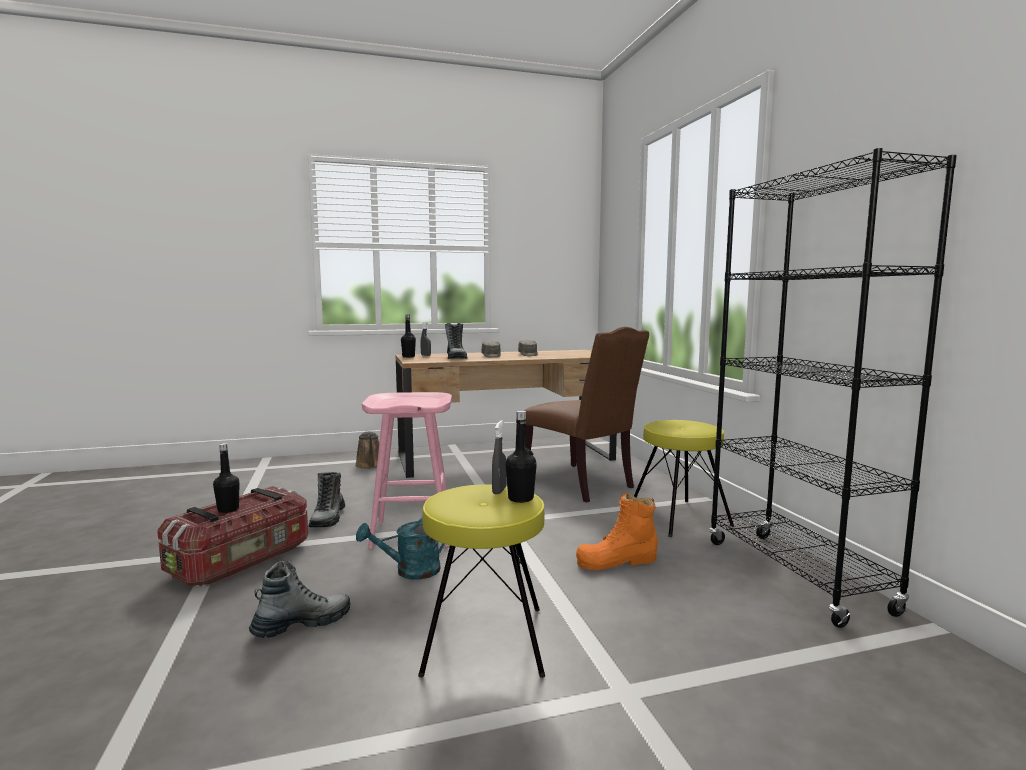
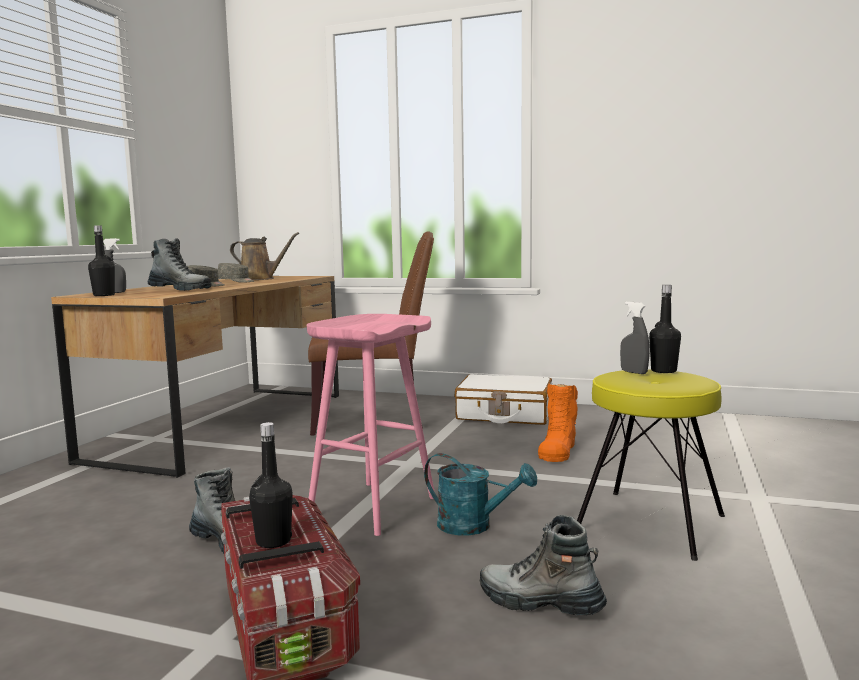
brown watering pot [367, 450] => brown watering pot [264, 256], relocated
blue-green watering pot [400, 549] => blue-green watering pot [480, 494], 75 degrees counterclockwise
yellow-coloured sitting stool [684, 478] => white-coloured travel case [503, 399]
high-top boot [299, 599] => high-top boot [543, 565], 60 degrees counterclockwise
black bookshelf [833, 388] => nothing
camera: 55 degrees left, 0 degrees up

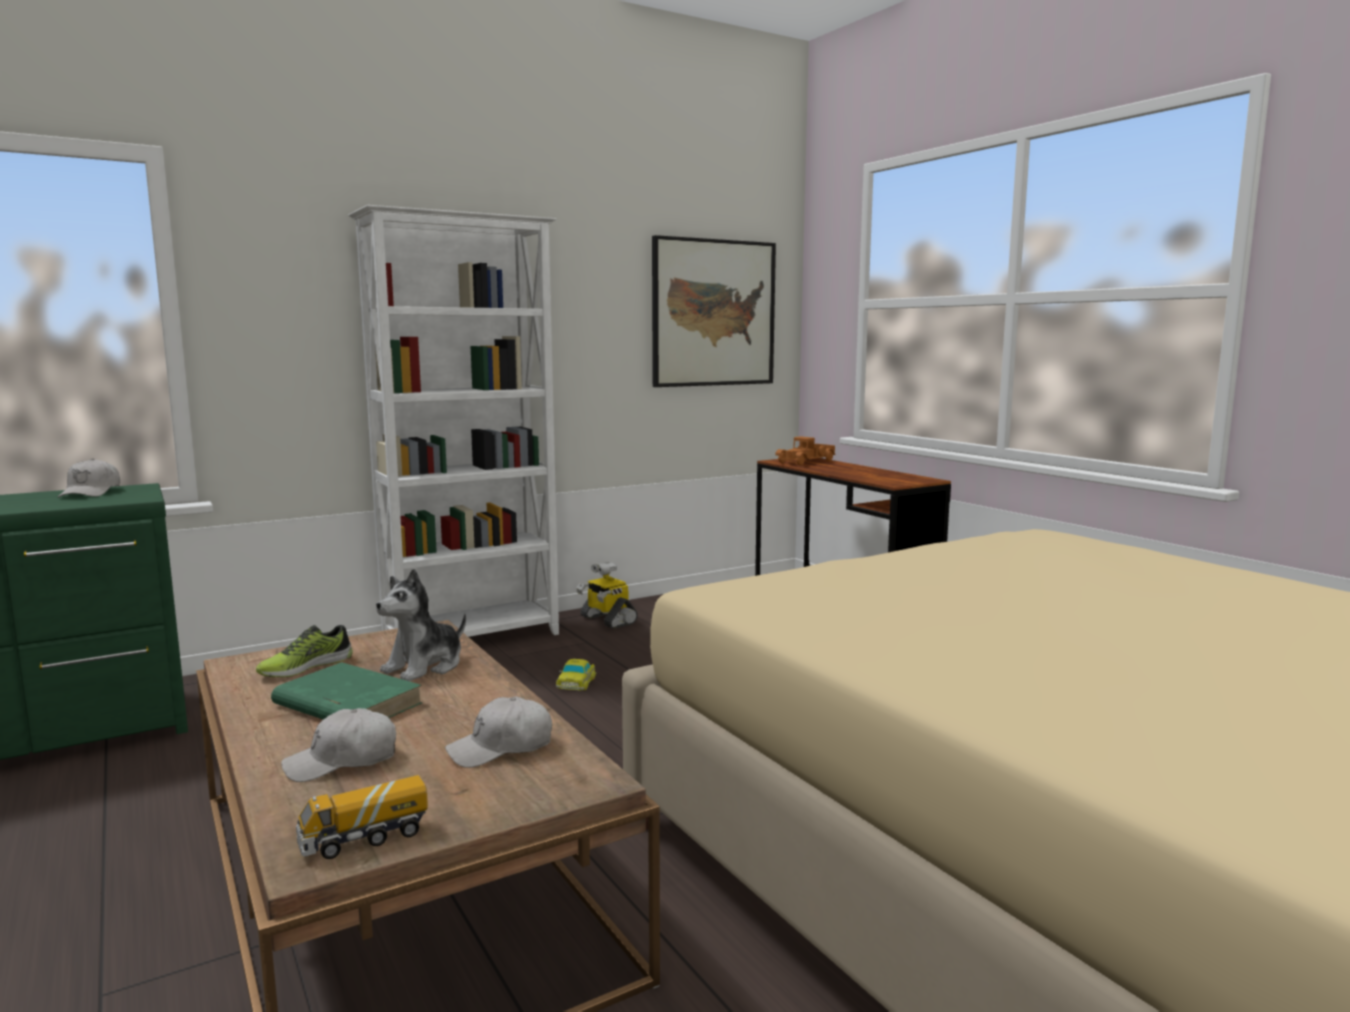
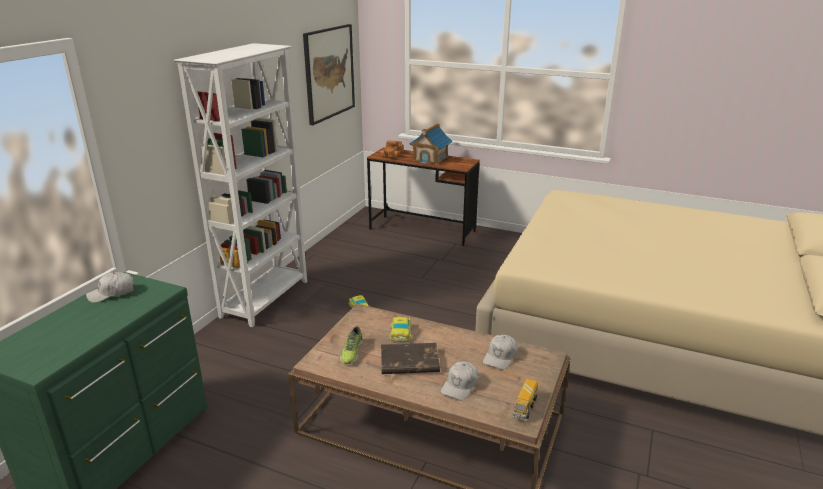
white-coloured cap [89, 478] => white-coloured cap [110, 287], 105 degrees clockwise
green-coloured book [347, 690] => brown book [410, 358]
soft toy [421, 625] => miniature car [400, 329]
nothing => model house [430, 144]
model robot [607, 595] => nothing
camera: 35 degrees left, 15 degrees up

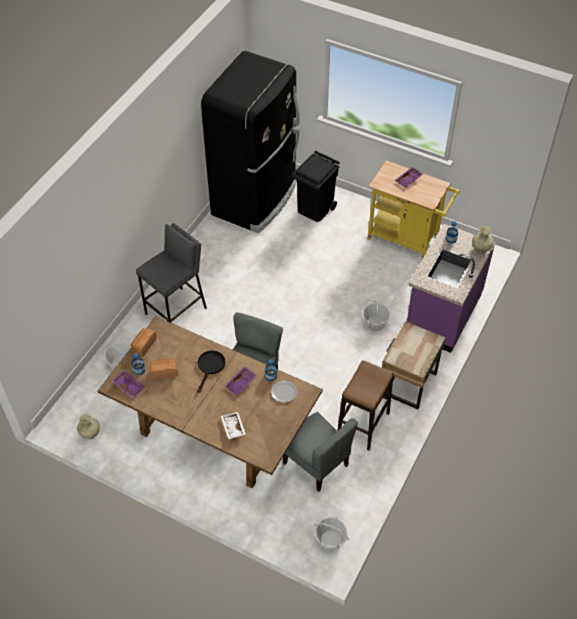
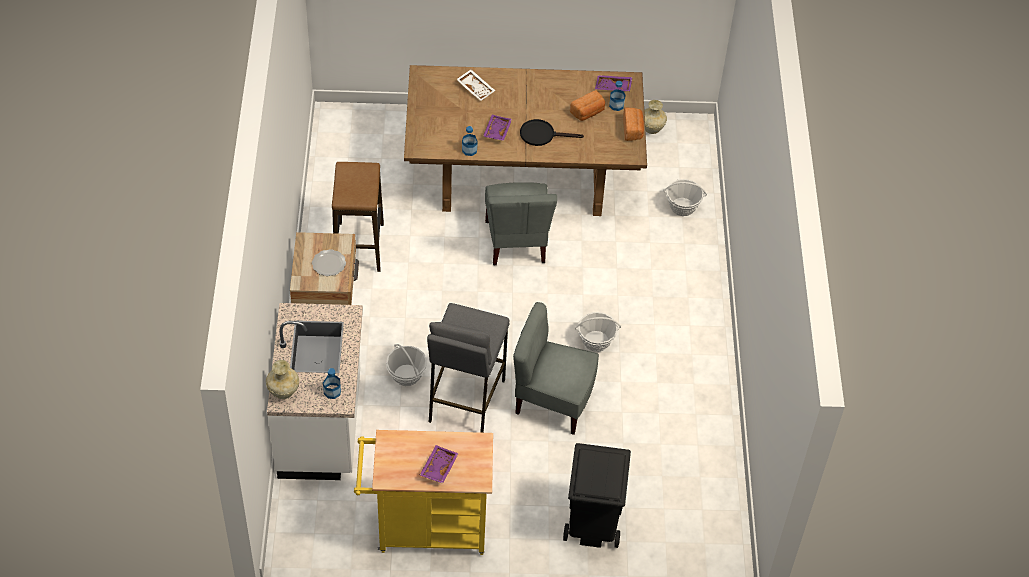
purple kitchen counter [451, 288] => white-coloured kitchen counter [315, 391]
dinner plate [284, 391] => dinner plate [329, 262], relocated
grey sitting stool [171, 273] => grey sitting stool [468, 368], relocated
grey plain chair [320, 452] => grey plain chair [556, 368], relocated
black skillet [211, 372] => black skillet [552, 132], 105 degrees clockwise
basket [331, 533] => basket [598, 332], relocated
black fridge [250, 142] => nothing
camera: 150 degrees right, 0 degrees up

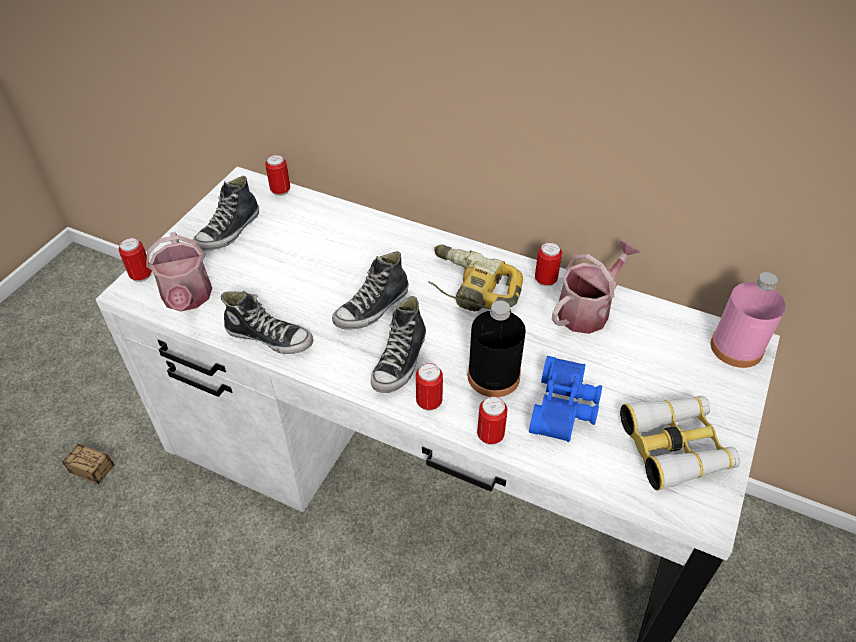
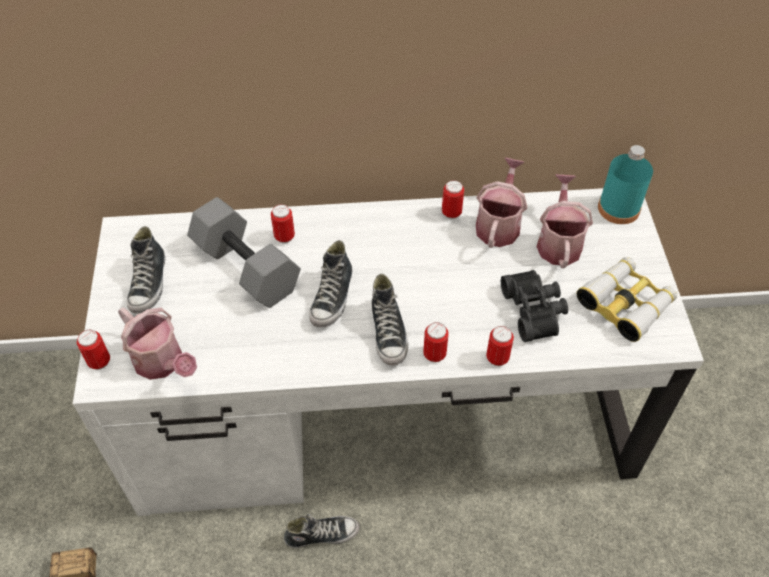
nothing => grey dumbbell [244, 252]
can [277, 175] => can [283, 223], relocated
item of footwear [267, 322] => item of footwear [322, 531], relocated
blue field glasses [565, 399] => black field glasses [534, 306]
nothing => watering pot [564, 221]
pink-coloured bottle [748, 320] => blue-green bottle [625, 184]
electric drill [475, 278] => nothing
black bottle [497, 348] => nothing
camera: 30 degrees left, 5 degrees up

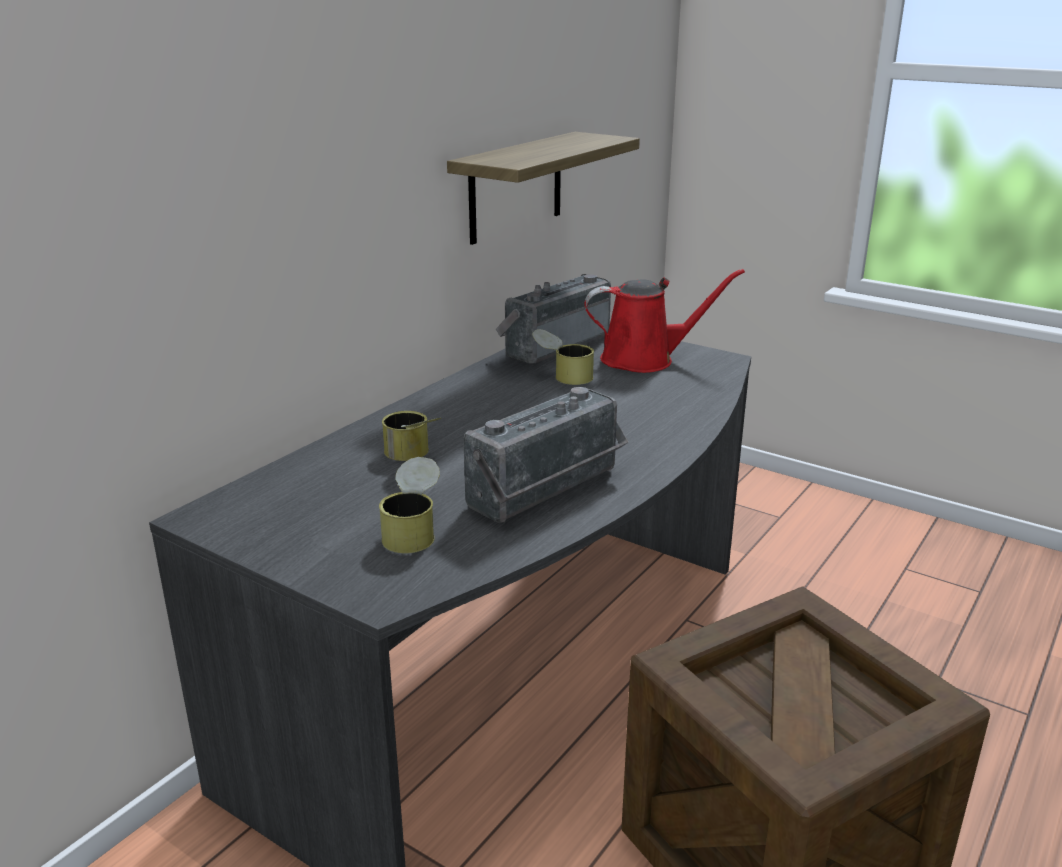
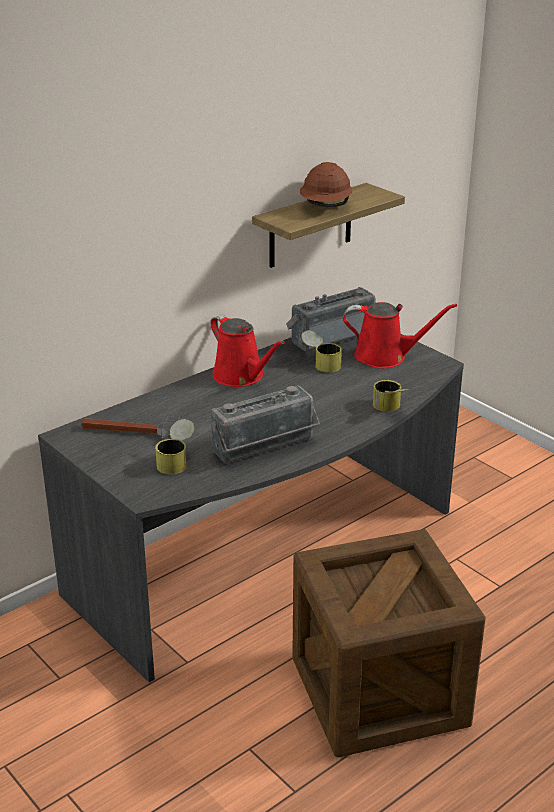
nothing => tool hammer [131, 429]
nothing => reddish watering pot [247, 350]
nothing => brown safety helmet [326, 184]
can [411, 436] => can [391, 396], relocated
camera: 15 degrees right, 5 degrees up

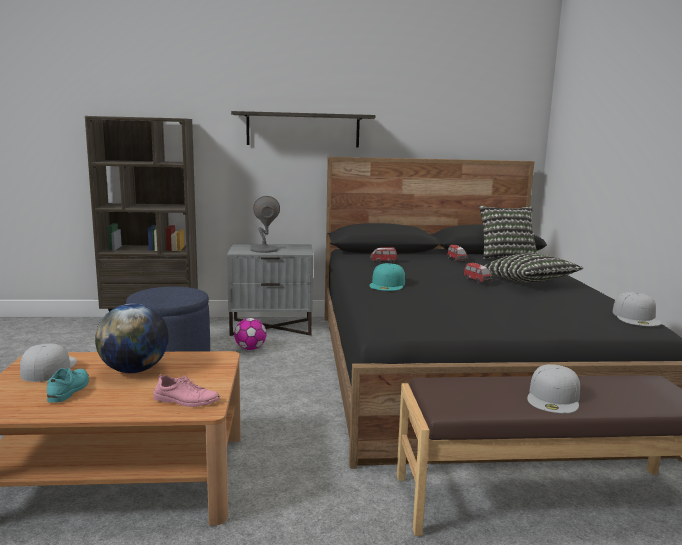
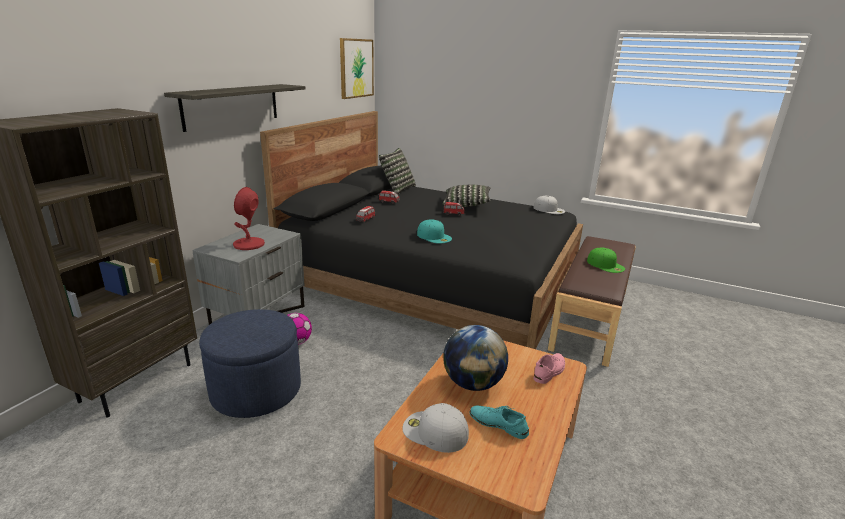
grey lamp for a table [265, 224] => reddish lamp for a table [249, 218]
nothing => picture [357, 68]
white-coloured cap [553, 389] => green-coloured cap [606, 260]
camera: 60 degrees left, 10 degrees up

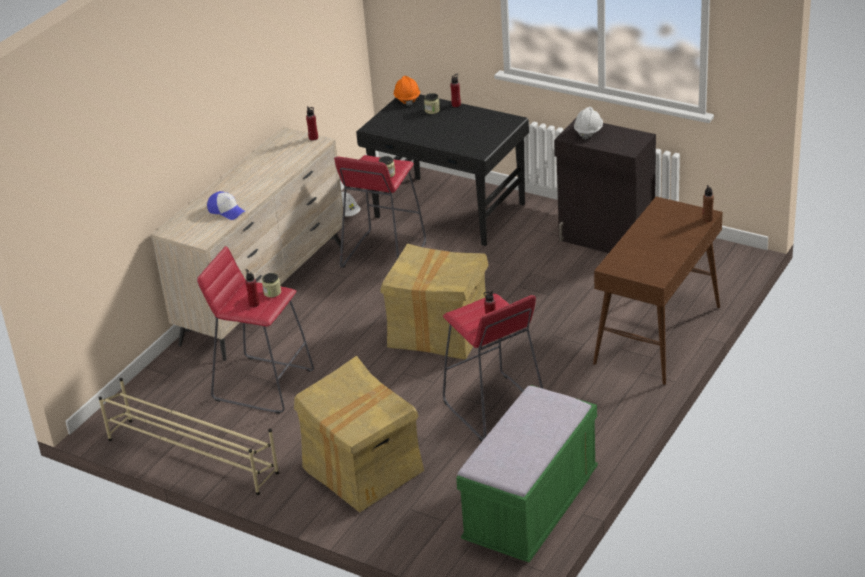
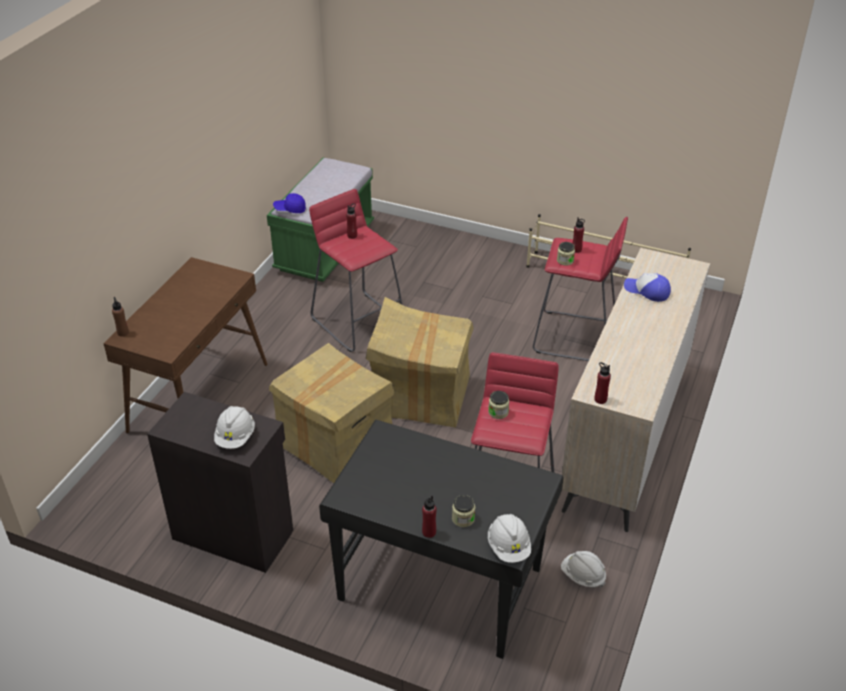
packing box [359, 434] => packing box [331, 413], relocated
nothing => blue cap [289, 203]
orange safety helmet [407, 91] => white-coloured safety helmet [509, 538]
camera: 170 degrees right, 5 degrees up

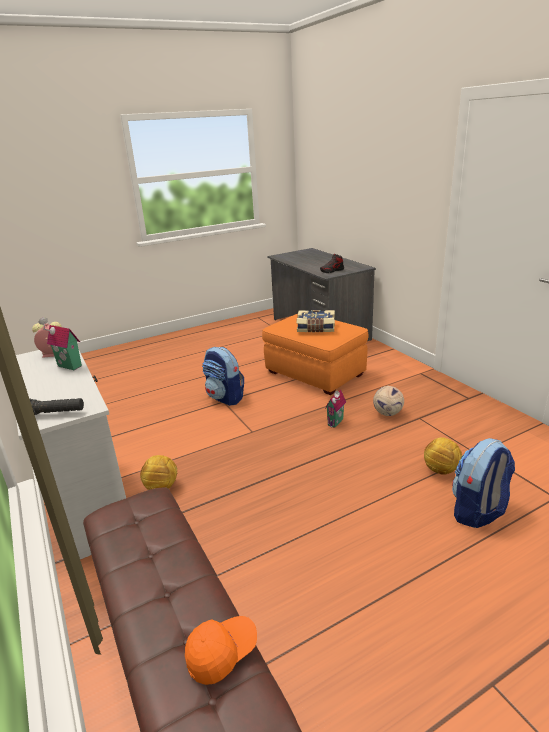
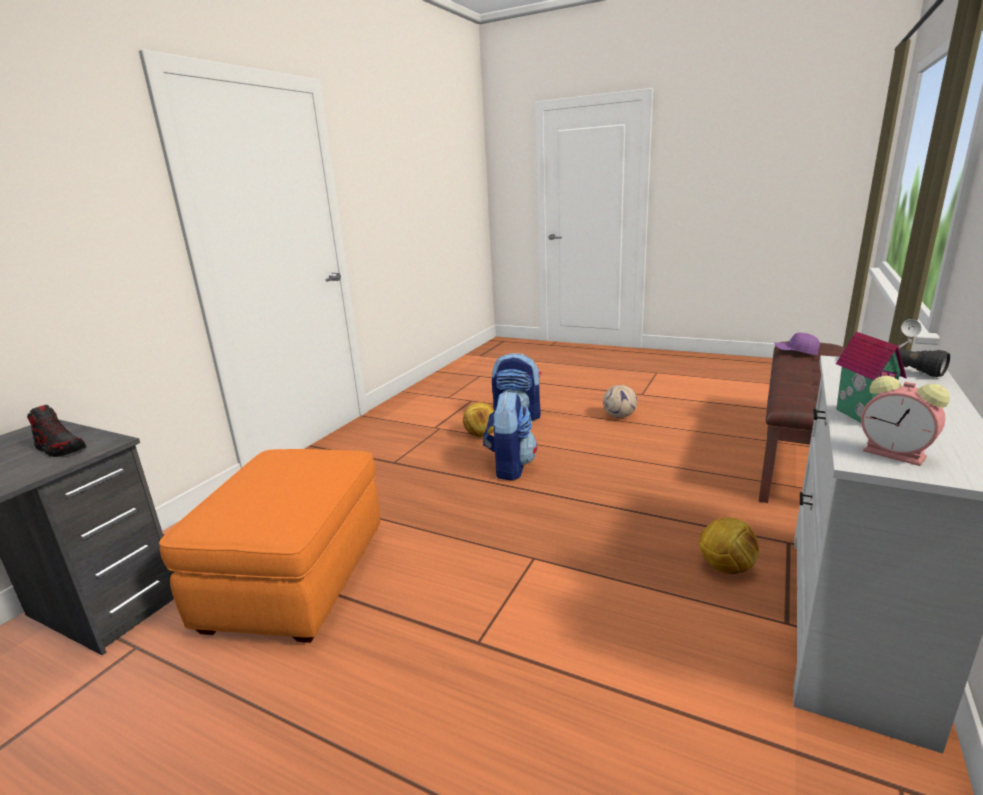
rucksack [223, 376] => rucksack [510, 436], relocated
football [388, 401] => football [620, 401], relocated
orange cap [221, 650] => purple cap [797, 343]
book [316, 321] => nothing
model house [335, 408] => nothing
camera: 125 degrees left, 5 degrees down

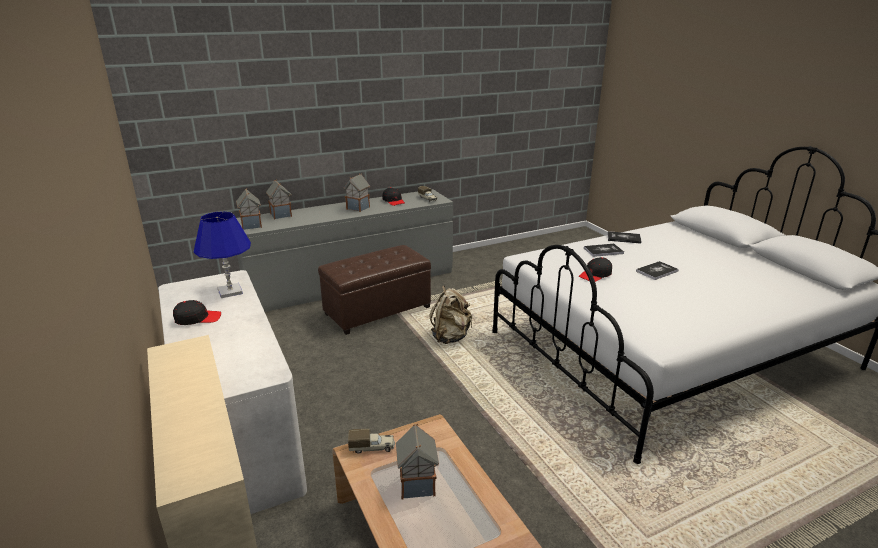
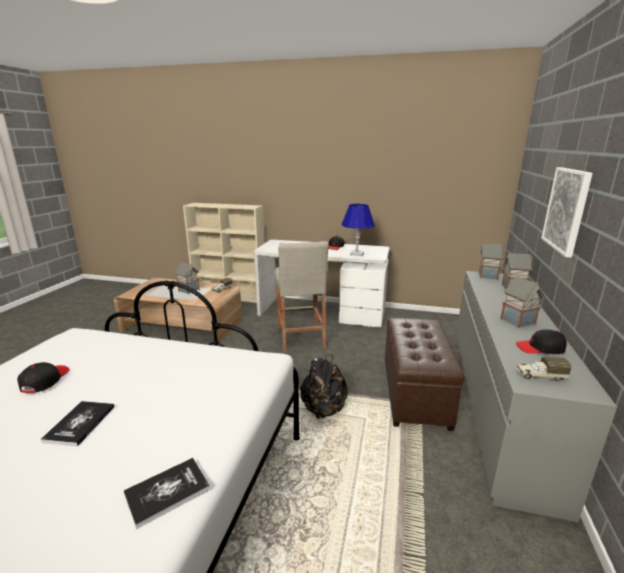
black cap [595, 269] => black cap [43, 377], relocated
nothing => beige sitting stool [301, 296]
beige rucksack [451, 315] => black rucksack [324, 386]
nothing => picture [567, 212]
book [604, 250] => nothing
camera: 130 degrees right, 5 degrees down

